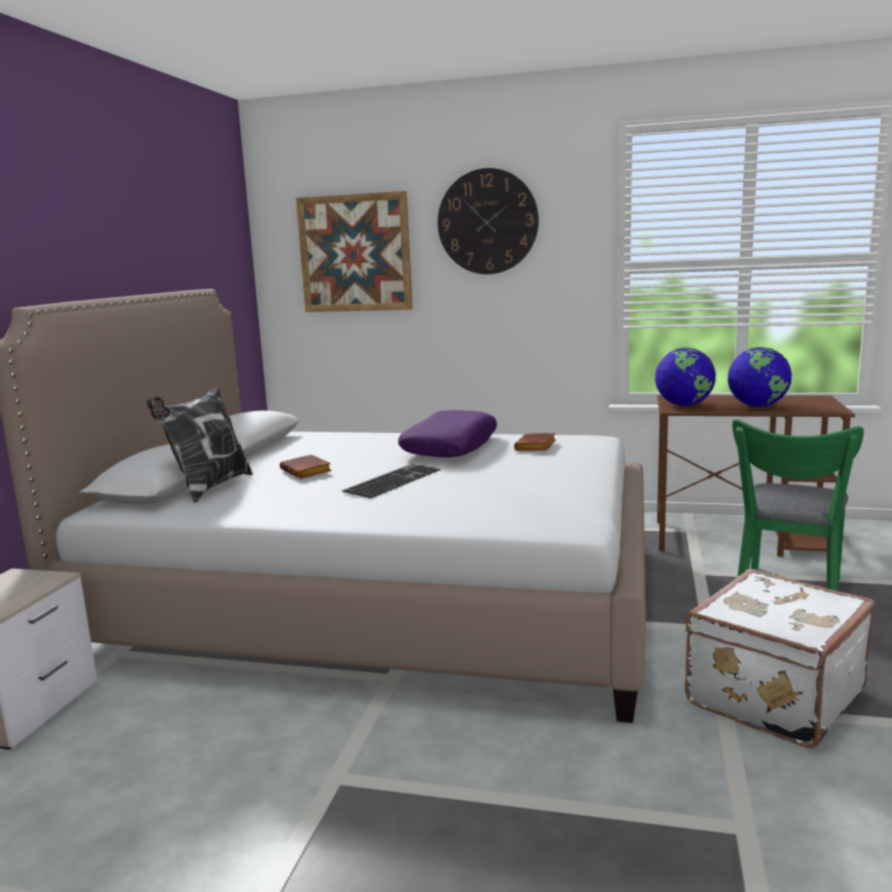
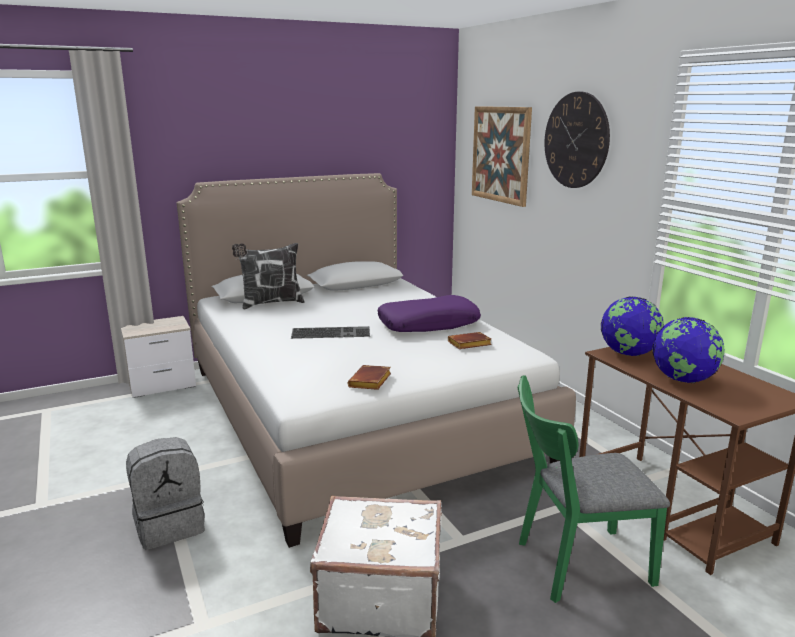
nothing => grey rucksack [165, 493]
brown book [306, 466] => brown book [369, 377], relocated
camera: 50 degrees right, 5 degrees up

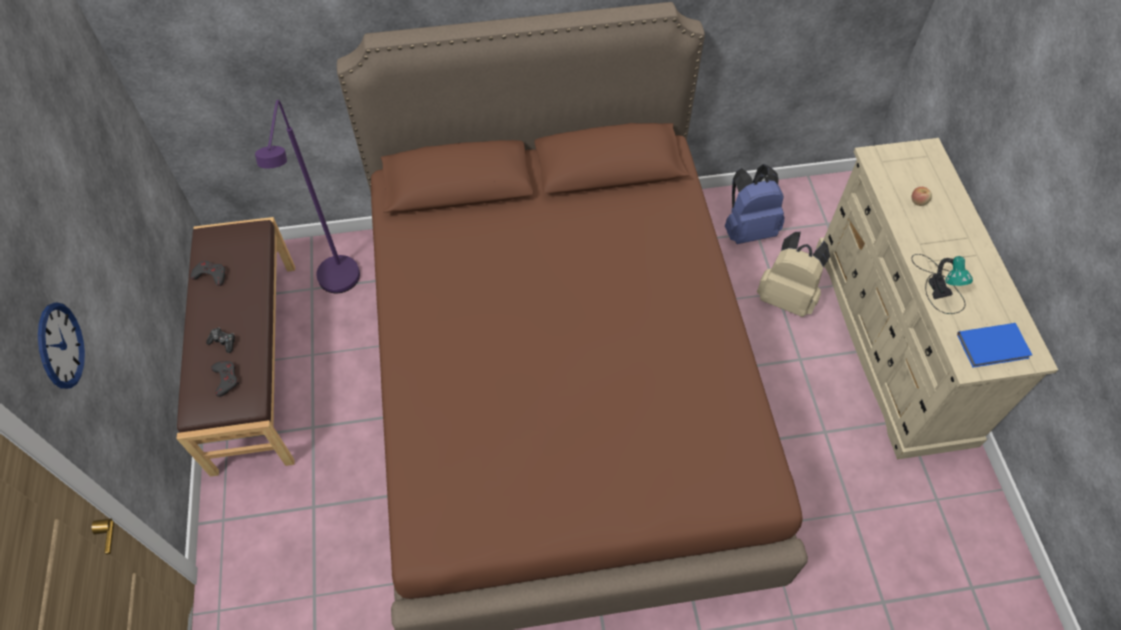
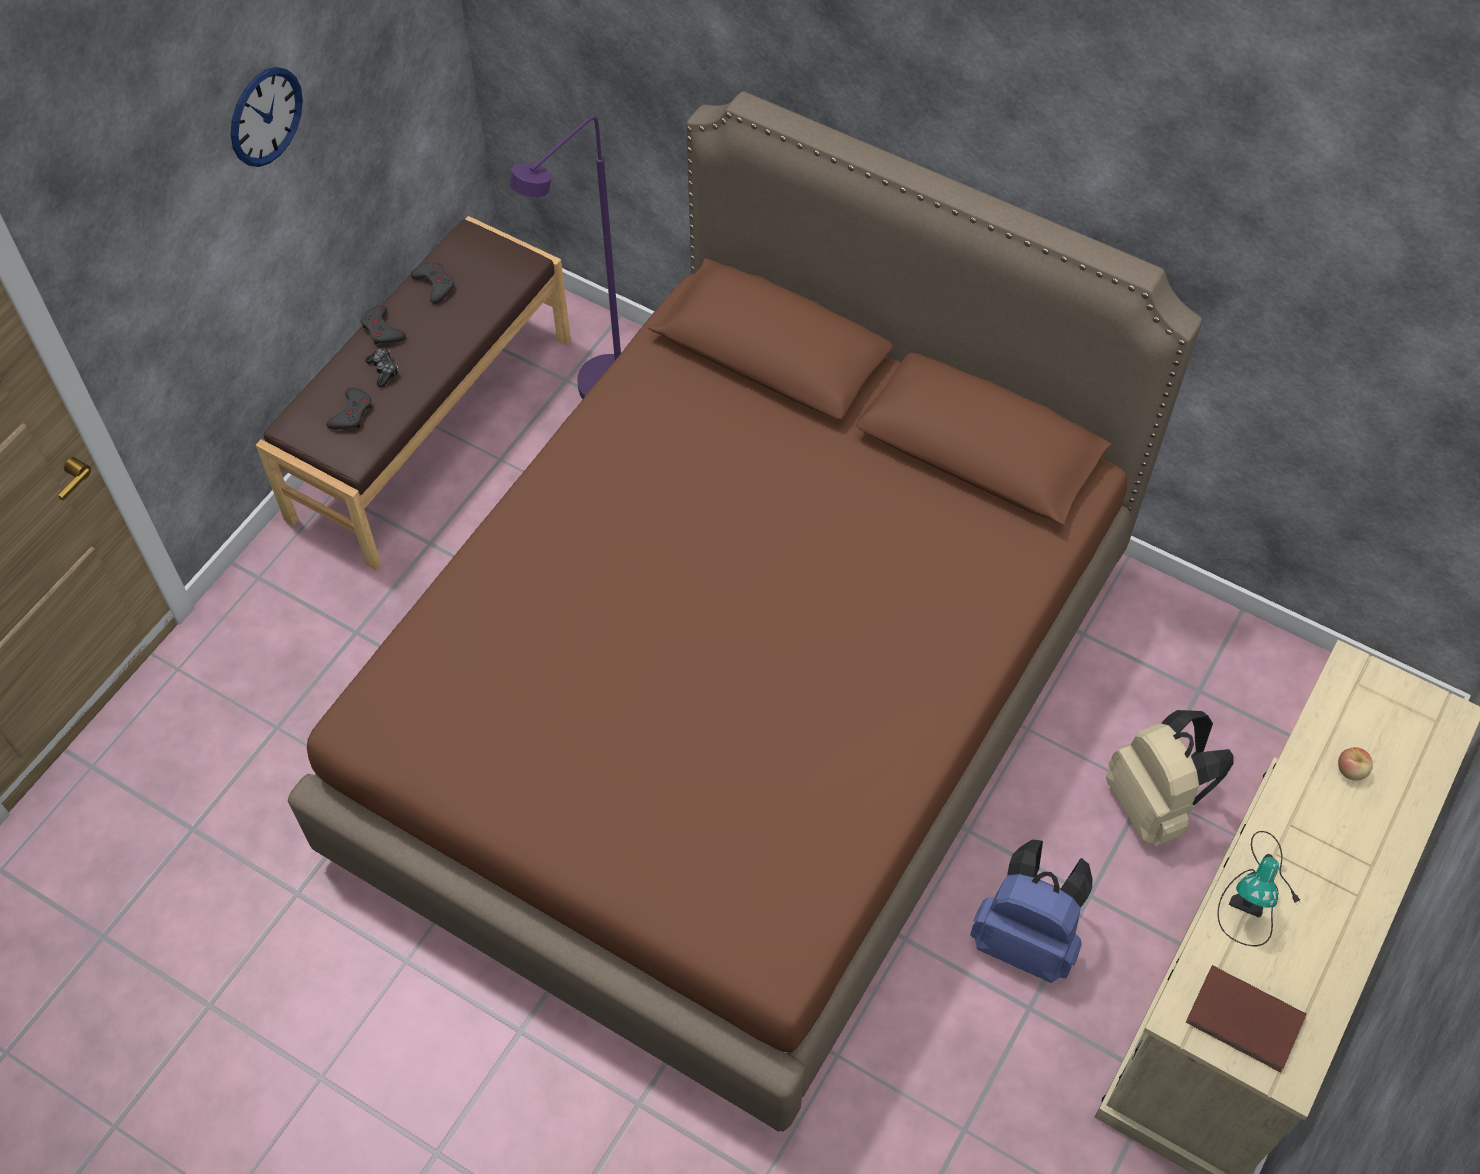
clock on the wall [61, 345] => clock on the wall [267, 117], relocated
nothing => grey joypad [383, 325]
blue rucksack [755, 204] => blue rucksack [1031, 911], relocated
blue book [994, 345] => brown book [1246, 1018]
camera: 40 degrees right, 0 degrees up

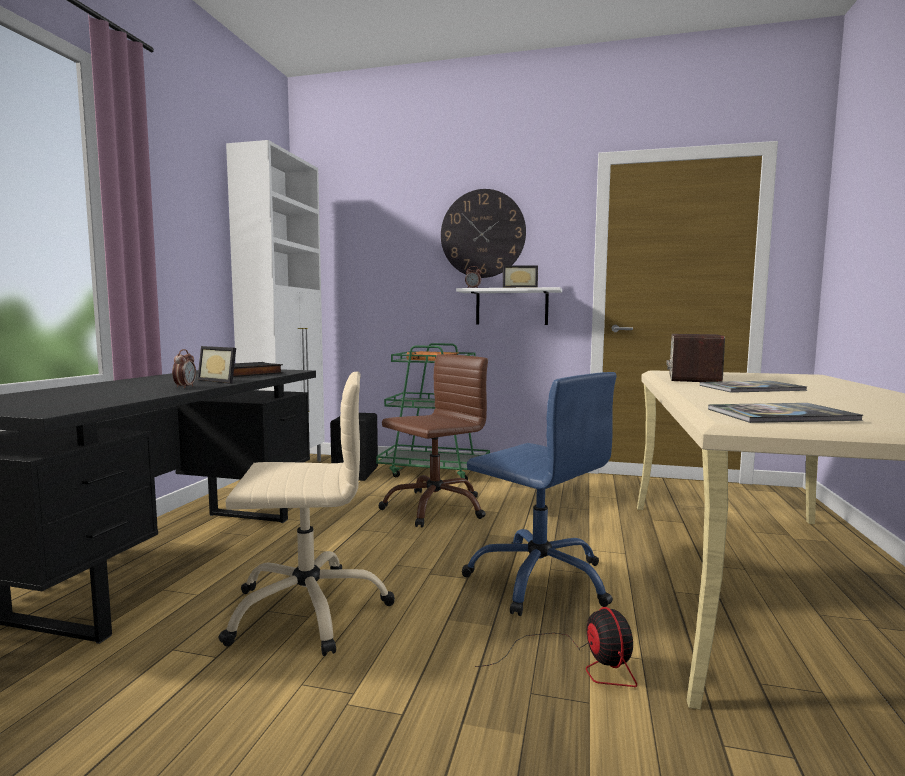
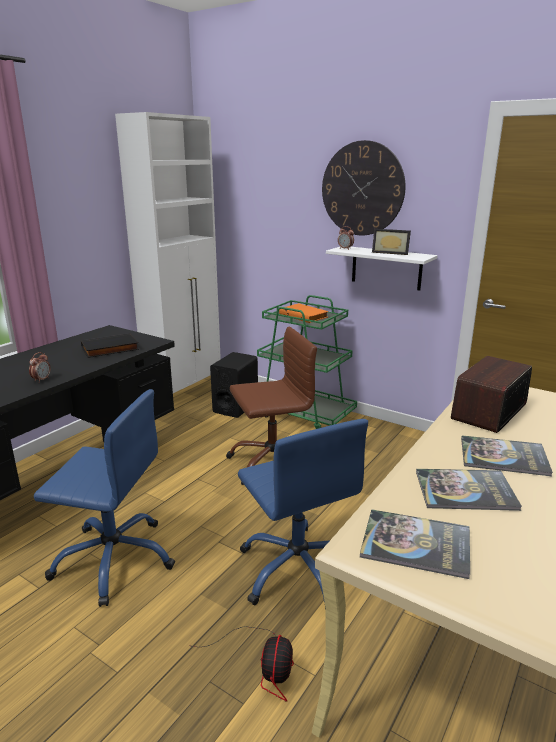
beige desk chair [306, 514] => blue desk chair [104, 498]
nothing => book [469, 490]
photo frame [216, 365] => nothing
camera: 20 degrees right, 15 degrees up

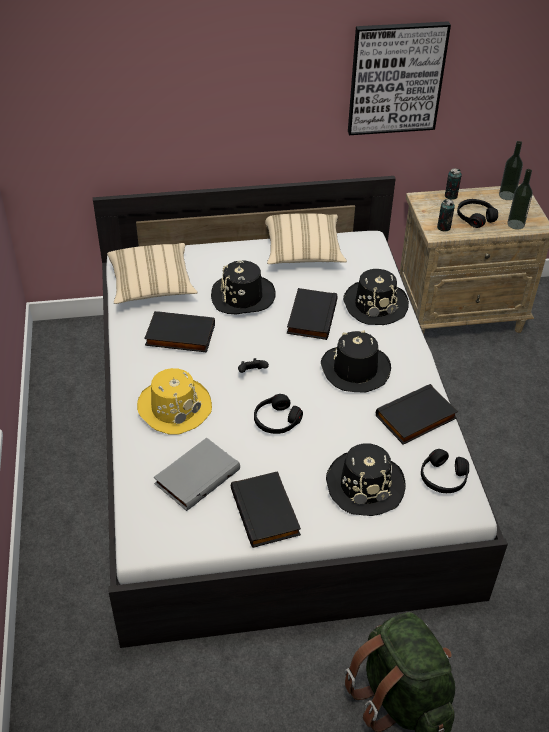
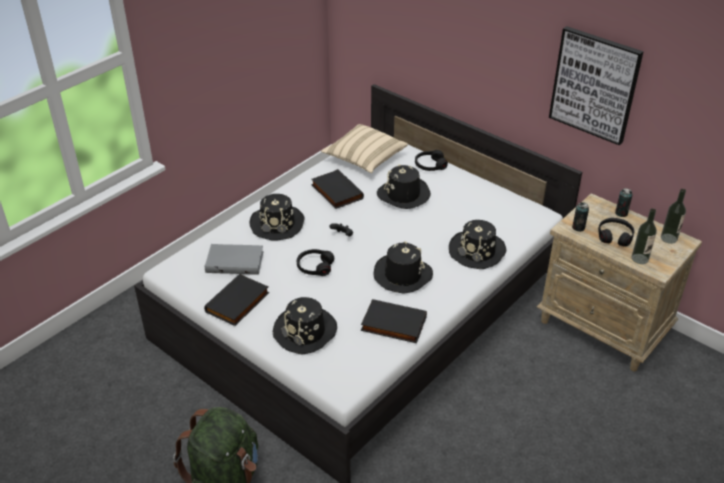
yellow-coloured clothing hat [174, 401] => black clothing hat [277, 217]
black headphones [445, 471] => black headphones [431, 160], relocated
beige cushion [306, 239] => nothing
black book [312, 314] => nothing
camera: 50 degrees right, 5 degrees down

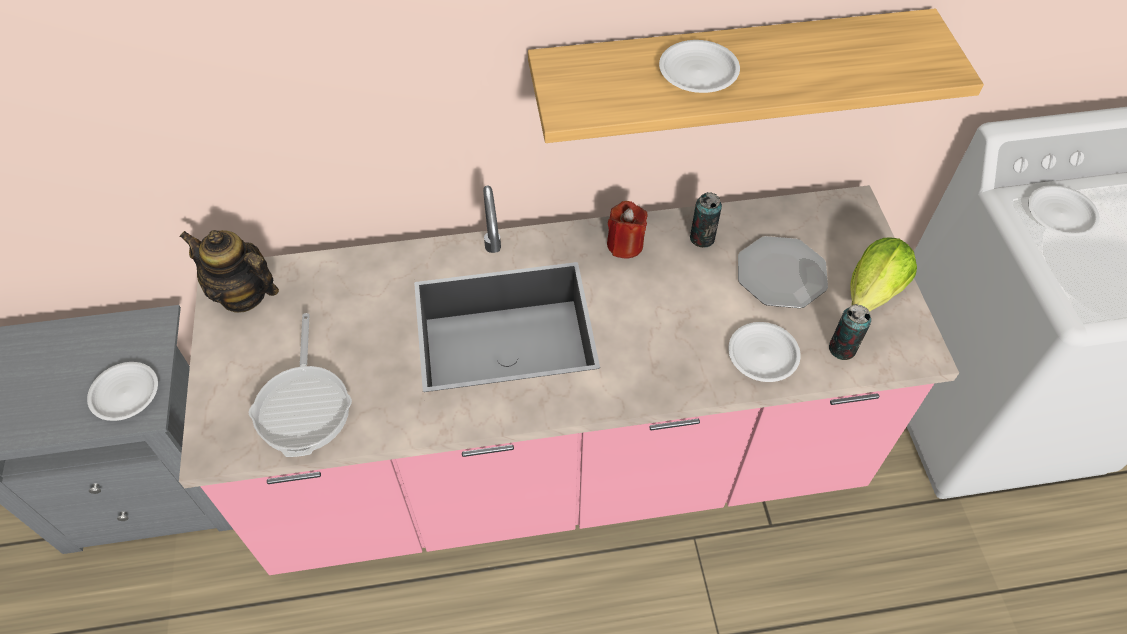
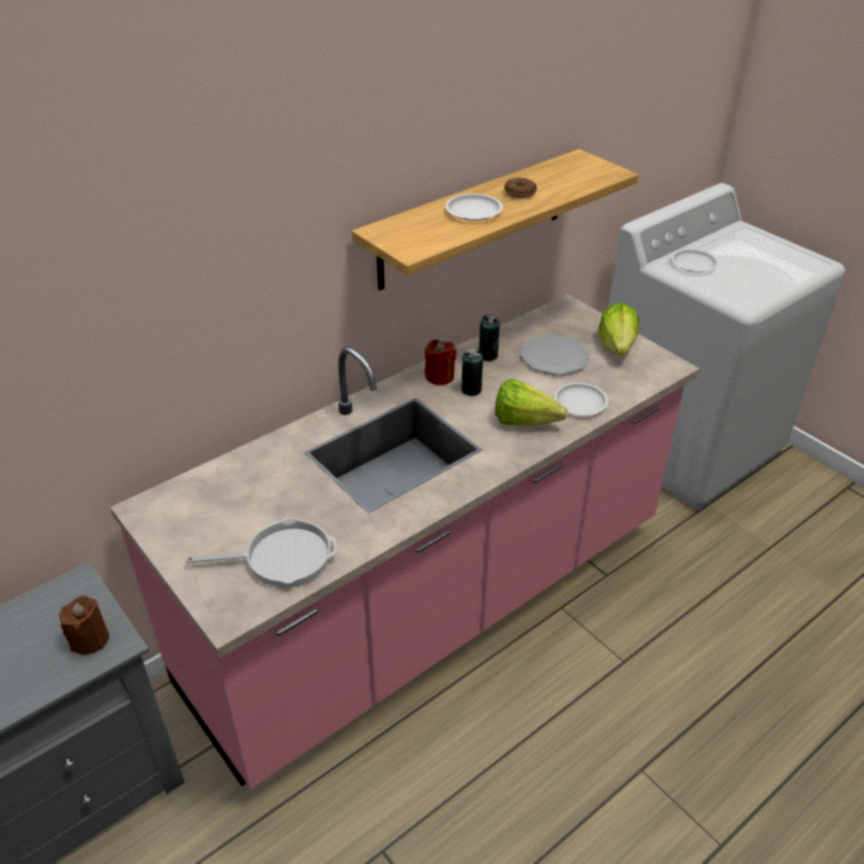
white-coloured dinner plate [122, 391] => brown wax light [84, 625]
skillet [300, 385] => skillet [261, 553], 60 degrees counterclockwise
can [850, 332] => can [472, 372], relocated
nothing => lettuce head [531, 402]
nothing => ring doughnut [520, 188]
pot for tea [229, 271] => nothing
camera: 30 degrees left, 15 degrees down

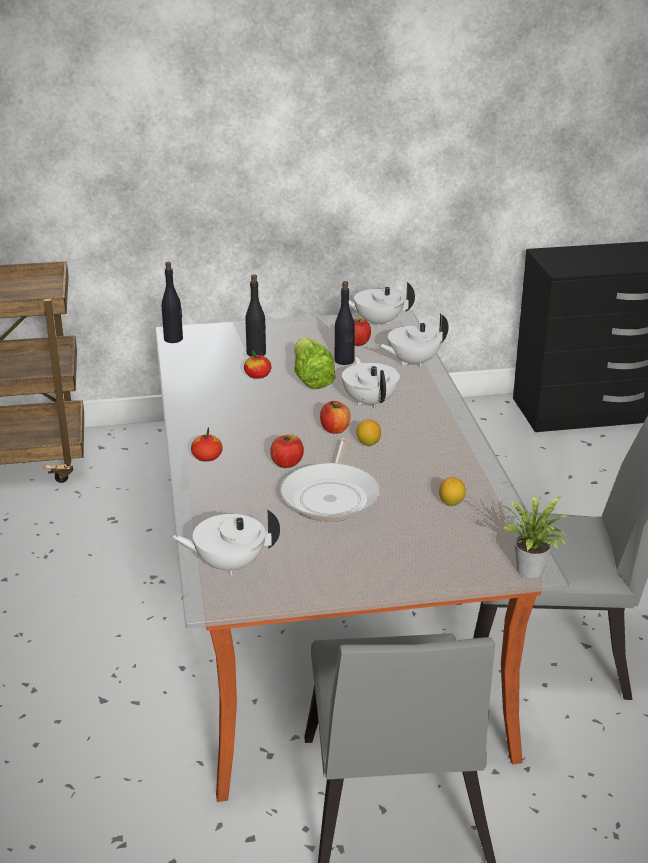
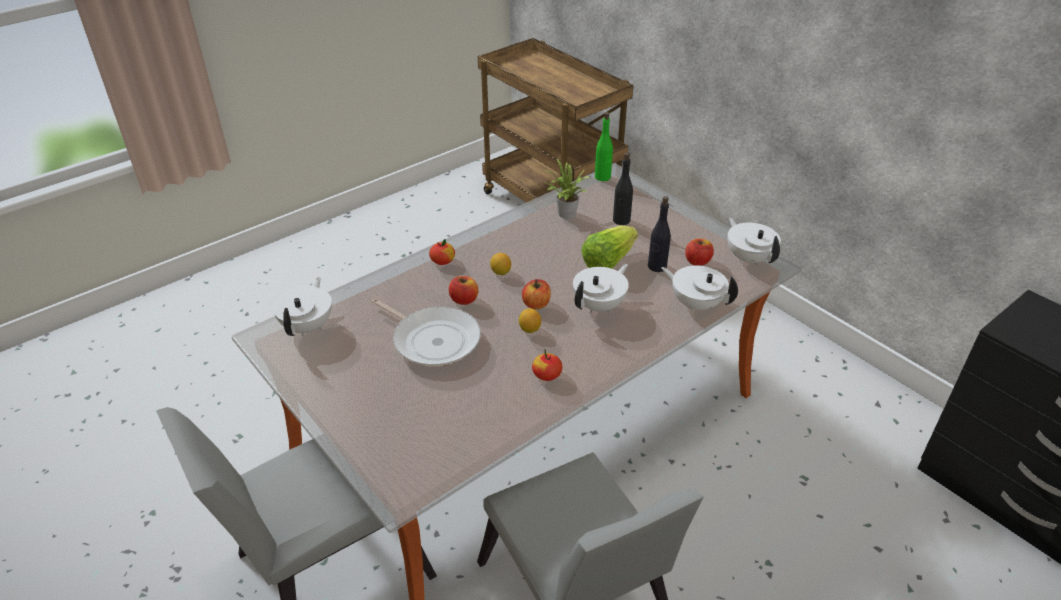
white-coloured pot for tea [226, 542] => white-coloured pot for tea [302, 306], 45 degrees clockwise
skillet [330, 479] => skillet [426, 333], 120 degrees counterclockwise
whole lemon [452, 491] => whole lemon [500, 264], relocated
apple [258, 364] => apple [547, 365], relocated
potted plant [531, 536] => potted plant [568, 188], relocated
black bottle [172, 302] => green-coloured bottle [604, 146]
camera: 60 degrees right, 10 degrees up

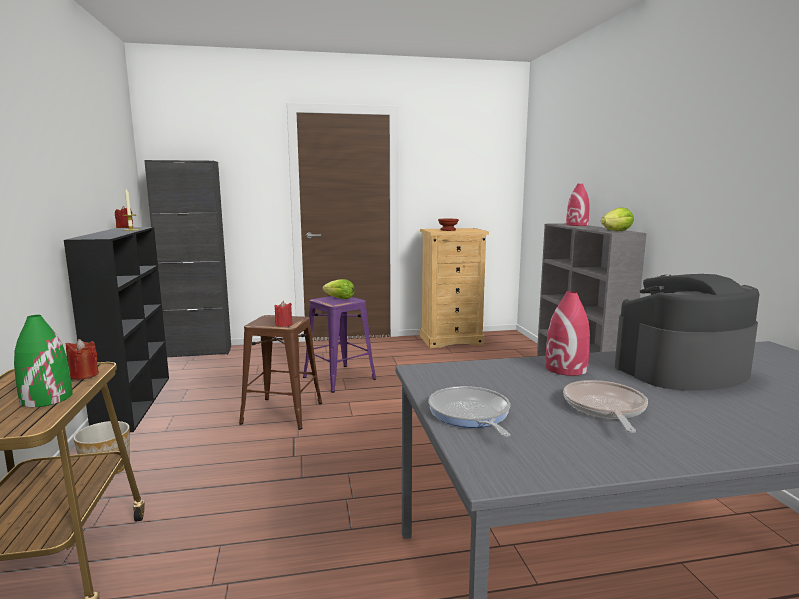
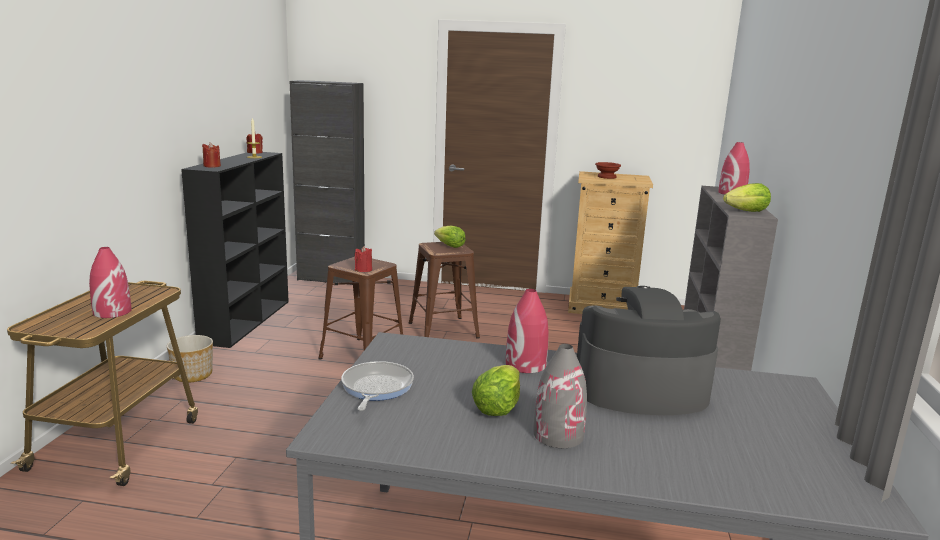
green-coloured decorative vase [43, 361] => reddish decorative vase [110, 282]
reddish wax light [82, 359] => reddish wax light [211, 155], relocated
purple sitting stool [339, 344] => brown sitting stool [444, 290]
skillet [605, 406] => lettuce head [496, 390]
nothing => grey decorative vase [560, 396]
camera: 20 degrees right, 5 degrees up

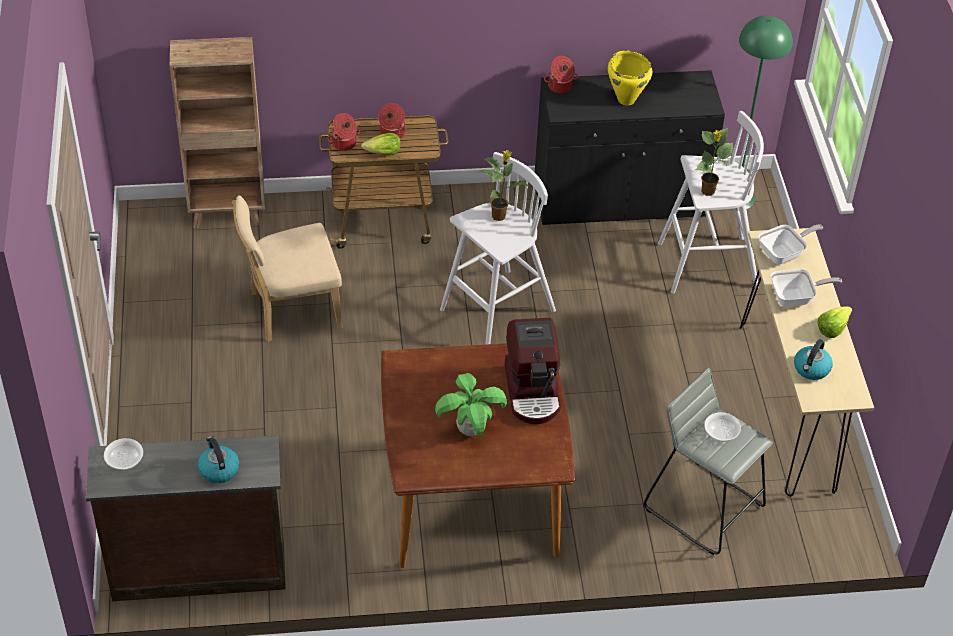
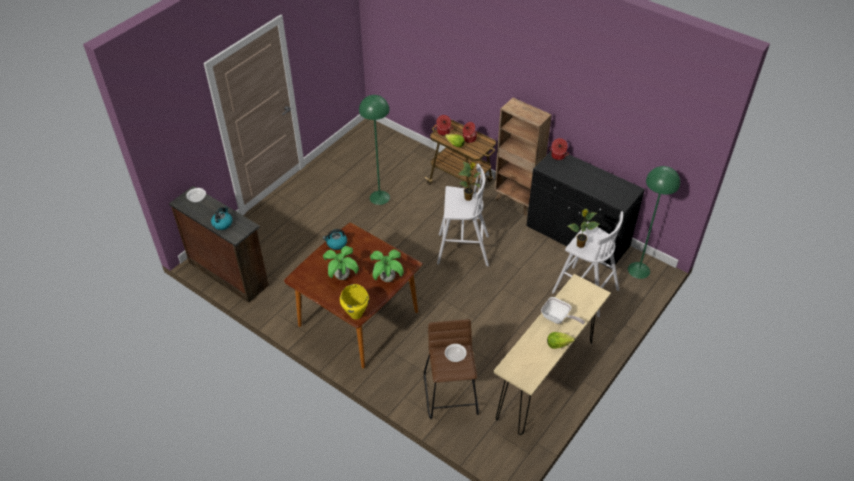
water kettle [813, 359] => water kettle [335, 239], relocated
yellow-coloured cooking pot [630, 78] => yellow-coloured cooking pot [354, 301], relocated
beige plain chair [287, 268] => green-coloured standard lamp [374, 150]
coffee brewer [533, 371] => potted plant [387, 266]
grey sitting stool [708, 461] => brown sitting stool [451, 369]
brown bookshelf [217, 133] => brown bookshelf [523, 156], relocated
skillet [790, 244] => nothing
camera: 45 degrees right, 0 degrees up

